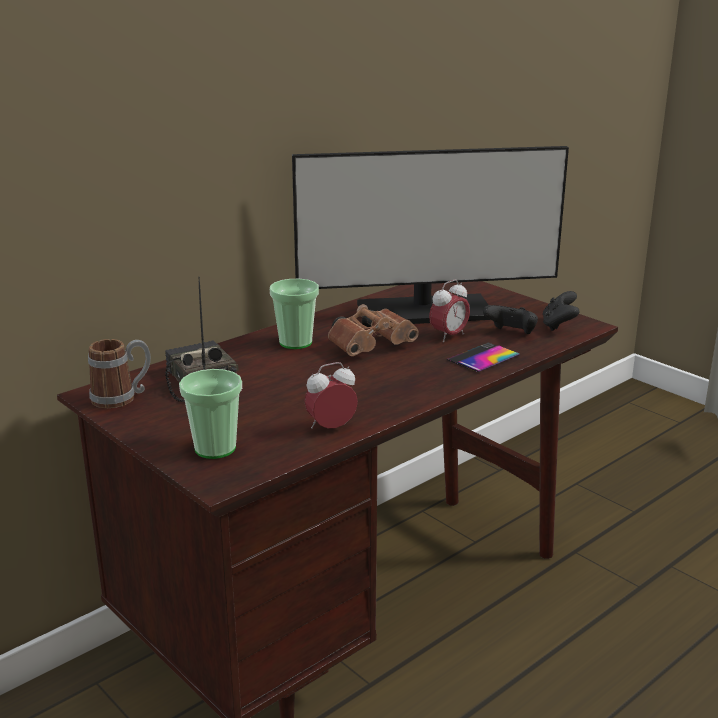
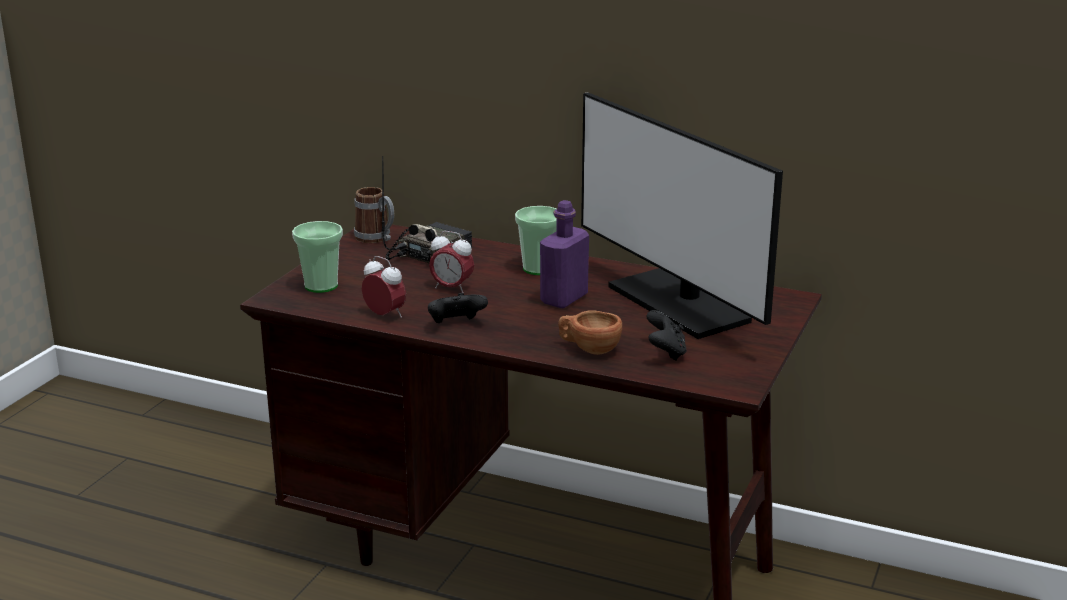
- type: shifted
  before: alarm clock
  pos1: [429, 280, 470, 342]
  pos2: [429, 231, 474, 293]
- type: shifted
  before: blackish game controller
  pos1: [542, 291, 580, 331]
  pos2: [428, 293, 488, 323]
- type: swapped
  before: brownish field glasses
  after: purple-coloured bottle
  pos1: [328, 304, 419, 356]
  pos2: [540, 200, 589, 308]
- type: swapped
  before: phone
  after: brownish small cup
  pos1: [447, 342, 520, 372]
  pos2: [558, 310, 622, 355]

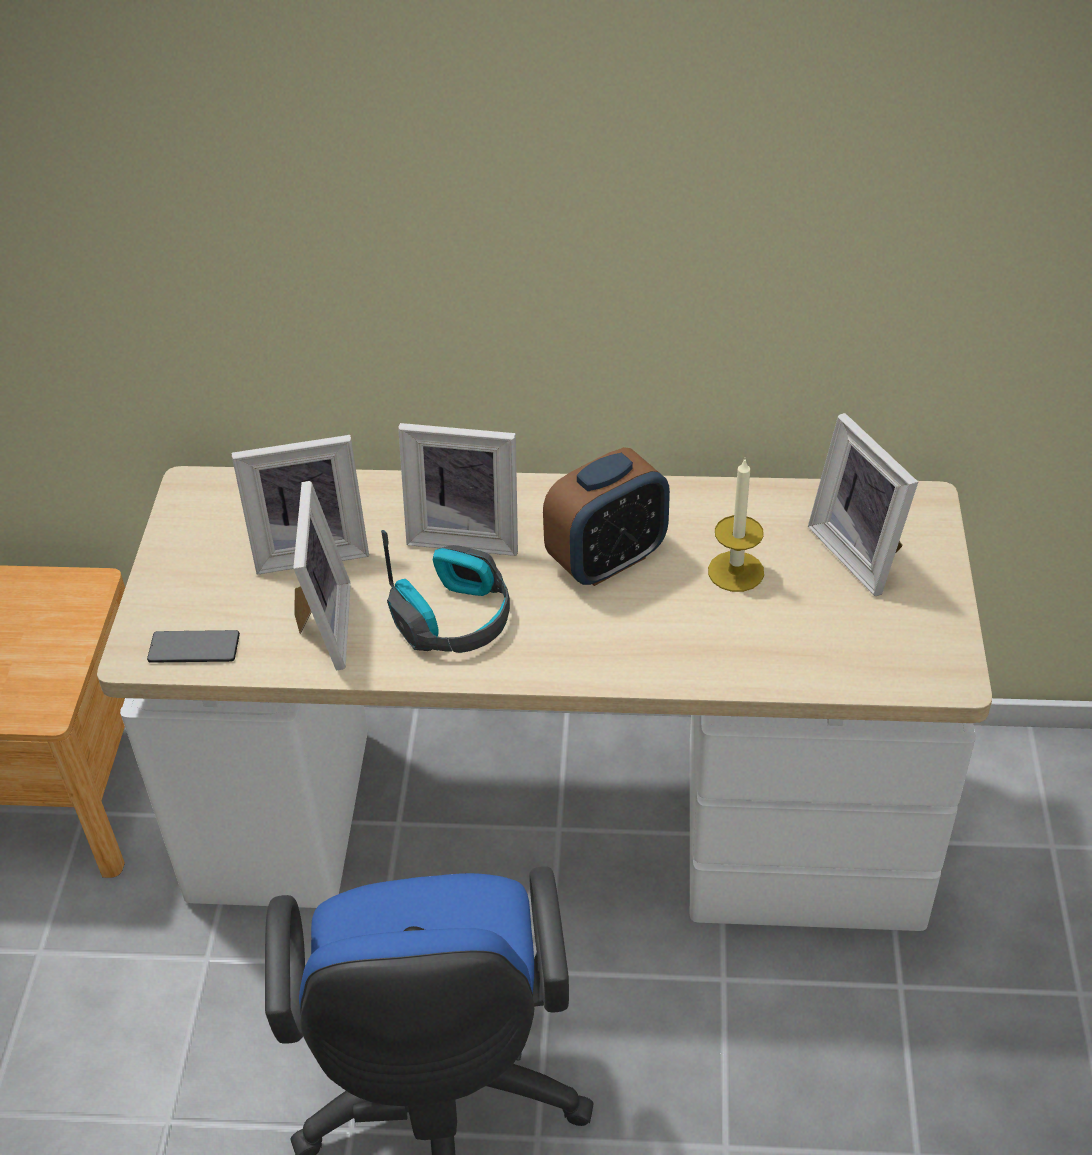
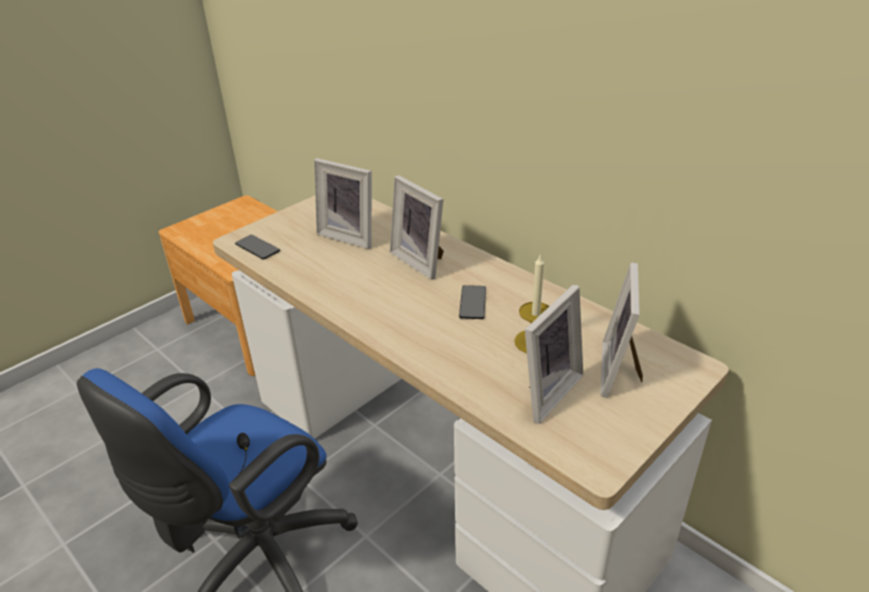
- type: swapped
  before: alarm clock
  after: phone
  pos1: [543, 447, 670, 586]
  pos2: [459, 285, 486, 319]
- type: shifted
  before: standing frame
  pos1: [293, 481, 351, 671]
  pos2: [525, 284, 583, 424]
- type: gone
  before: headset
  pos1: [381, 530, 510, 653]

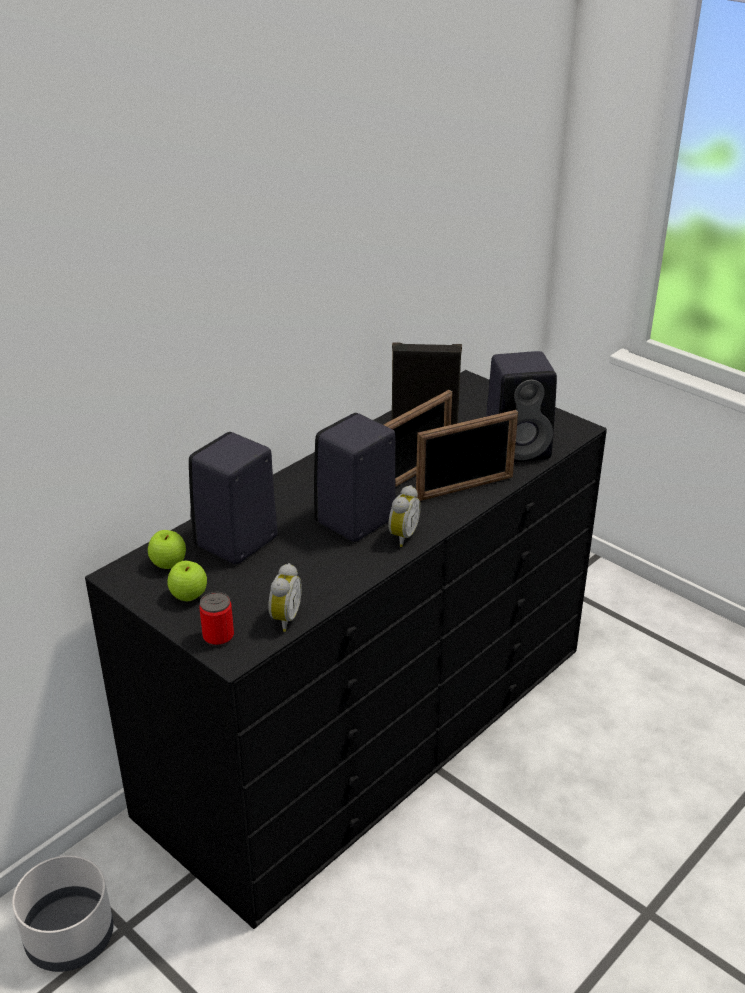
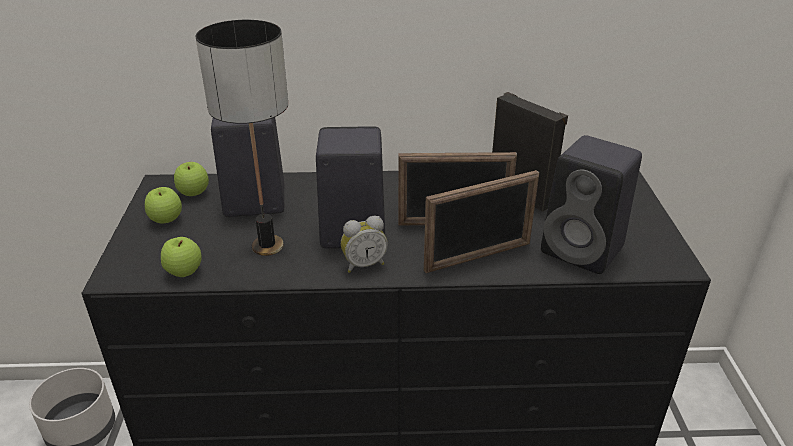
- type: rotated
  before: standing frame
  pos1: [416, 410, 518, 501]
  pos2: [424, 170, 539, 273]
  turn: -45
- type: swapped
  before: alarm clock
  after: apple
  pos1: [268, 563, 302, 632]
  pos2: [161, 237, 202, 277]
- type: gone
  before: sealed can
  pos1: [199, 592, 234, 646]
- type: new
  after: lamp for a table
  pos2: [195, 20, 288, 256]

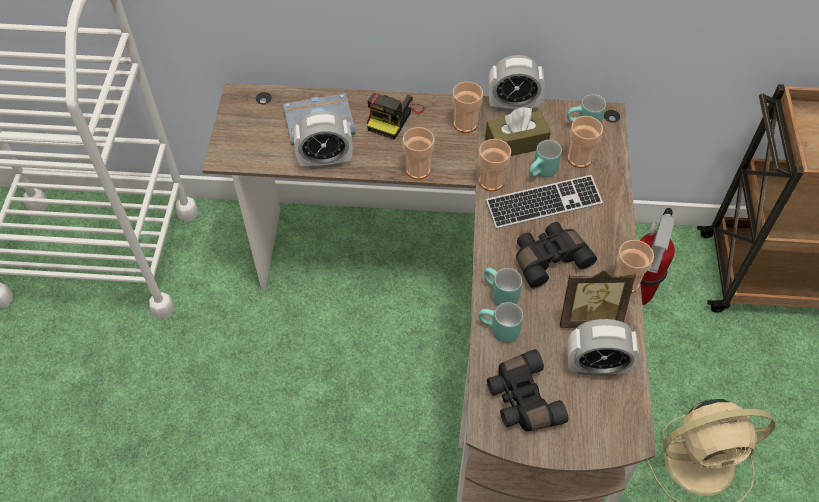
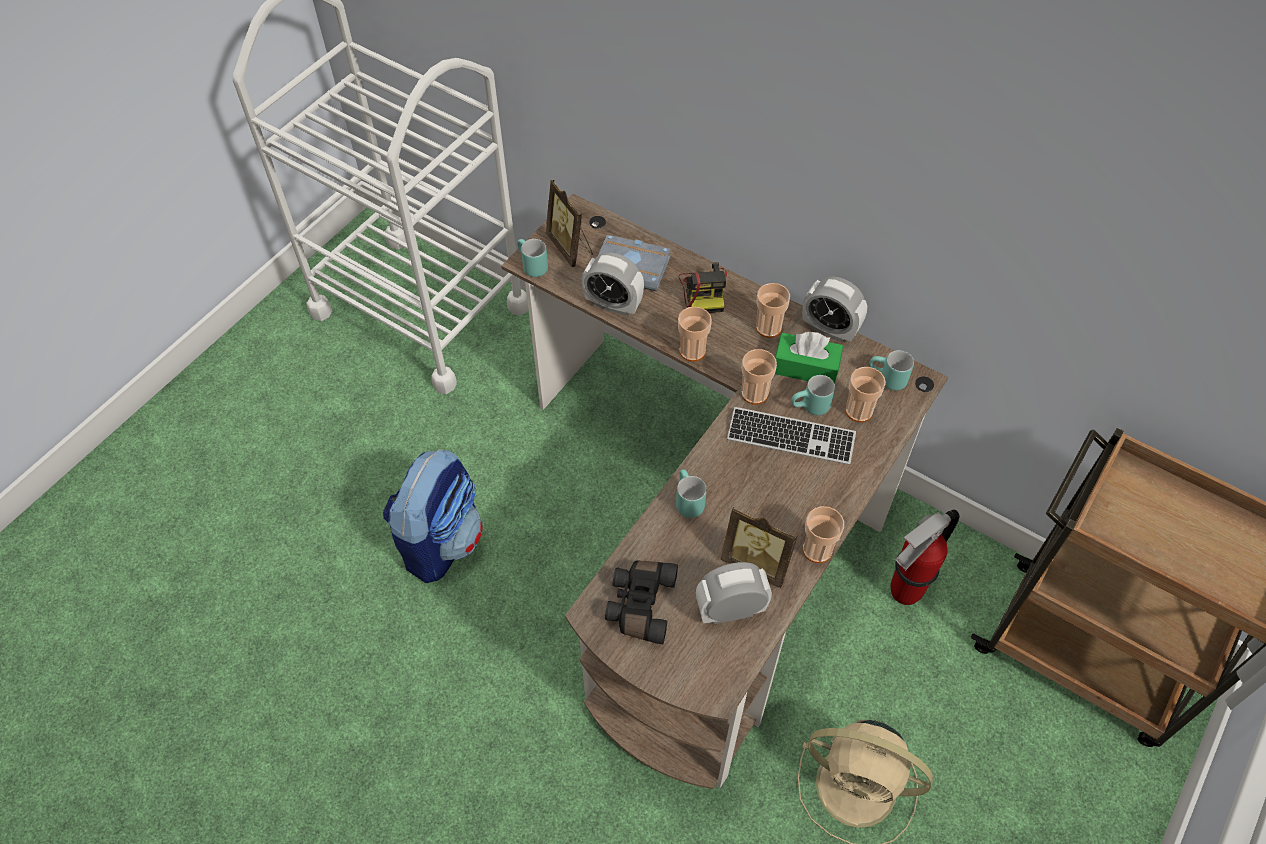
- type: rotated
  before: still camera
  pos1: [367, 93, 425, 140]
  pos2: [679, 262, 727, 313]
  turn: -60
- type: repainted
  before: brownish tissue holder
  after: greenish tissue holder
  pos1: [485, 107, 551, 156]
  pos2: [775, 332, 843, 384]
- type: gone
  before: blackish field glasses
  pos1: [516, 222, 597, 289]
- type: shifted
  before: turquoise mug
  pos1: [479, 302, 523, 343]
  pos2: [517, 239, 548, 277]
- type: rotated
  before: alarm clock
  pos1: [567, 319, 639, 376]
  pos2: [696, 562, 772, 624]
  turn: 135
- type: new
  after: standing frame
  pos2: [546, 179, 593, 267]
- type: new
  after: knapsack
  pos2: [383, 449, 483, 583]

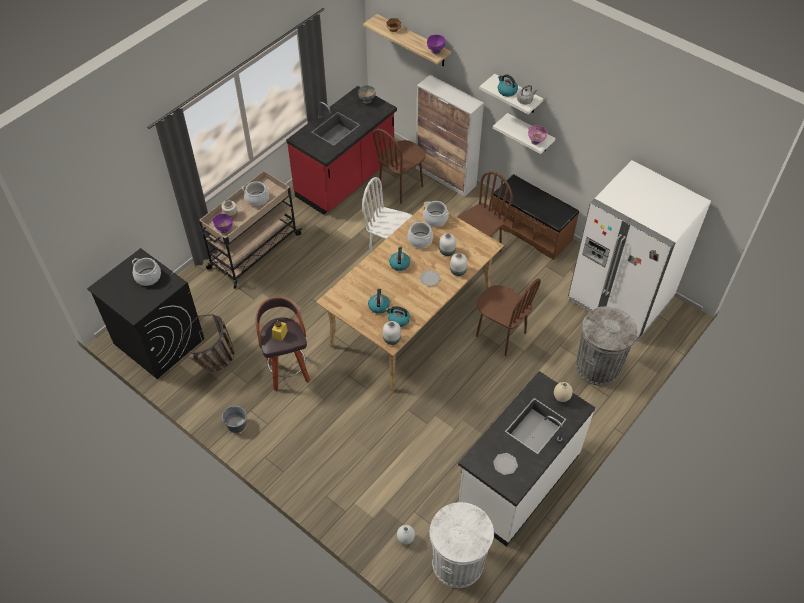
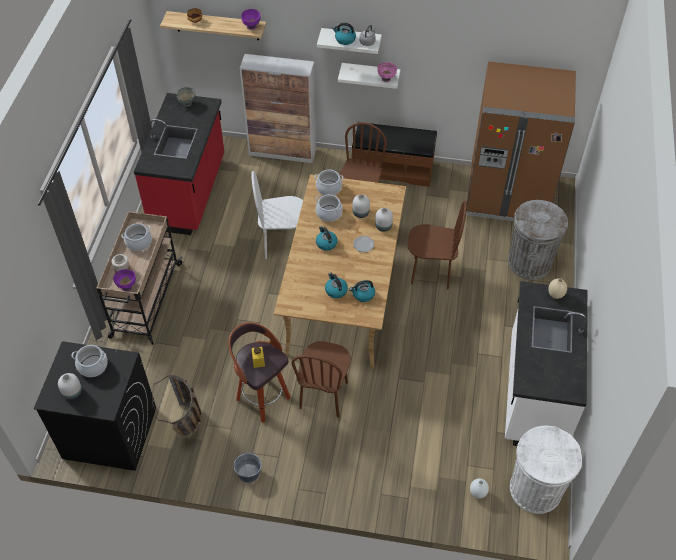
- type: shifted
  before: brownish plain chair
  pos1: [373, 129, 425, 204]
  pos2: [291, 341, 351, 418]
- type: repainted
  before: white fridge
  after: brownish fridge
  pos1: [568, 160, 711, 341]
  pos2: [466, 61, 576, 221]
- type: shifted
  before: white decorative vase
  pos1: [383, 321, 401, 345]
  pos2: [58, 373, 82, 400]
- type: gone
  before: plate
  pos1: [493, 453, 518, 475]

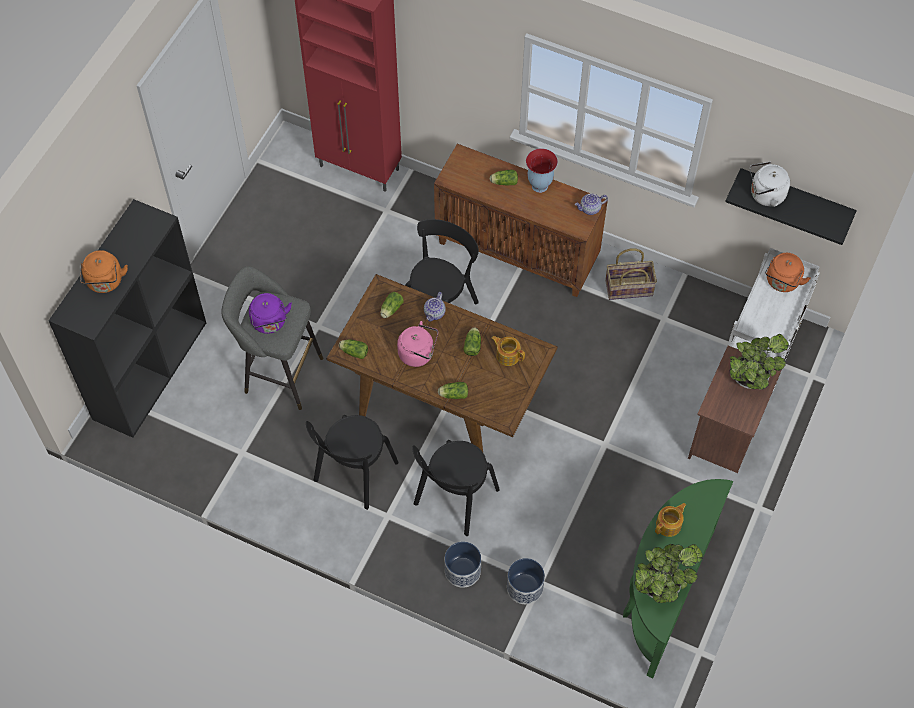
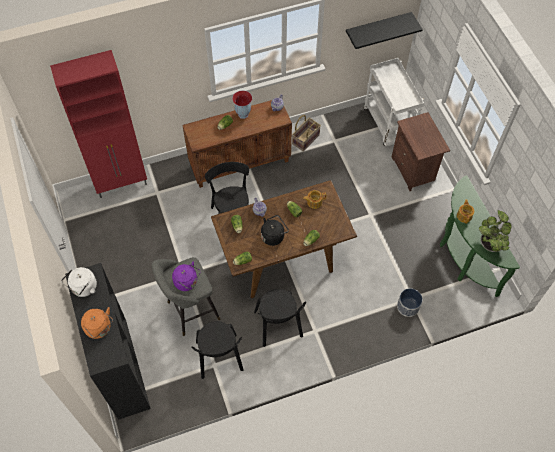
- type: shifted
  before: white kettle
  pos1: [750, 162, 790, 207]
  pos2: [61, 267, 97, 297]
- type: gone
  before: orange kettle
  pos1: [765, 253, 811, 292]
- type: repainted
  before: pink-coloured kettle
  after: blackish kettle
  pos1: [397, 321, 438, 367]
  pos2: [261, 215, 289, 246]
- type: gone
  before: potted plant
  pos1: [730, 334, 789, 389]
- type: shifted
  before: blackish plain chair
  pos1: [413, 440, 500, 536]
  pos2: [191, 321, 244, 379]
- type: gone
  before: flower pot
  pos1: [445, 542, 481, 588]

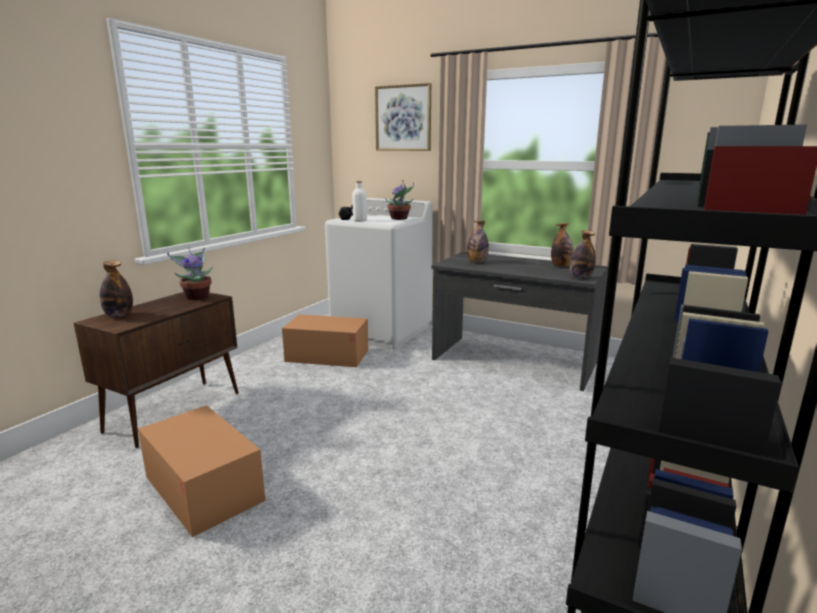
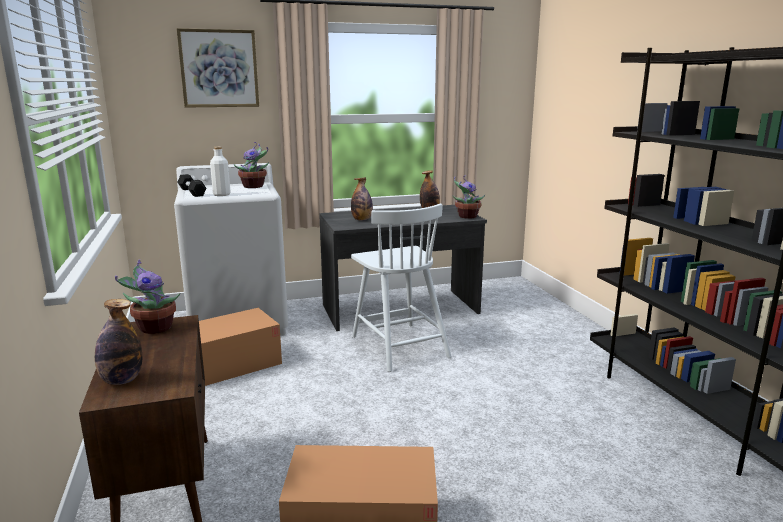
- type: swapped
  before: bottle
  after: potted plant
  pos1: [570, 230, 596, 279]
  pos2: [452, 176, 486, 219]
- type: new
  after: white plain chair
  pos2: [351, 204, 452, 372]

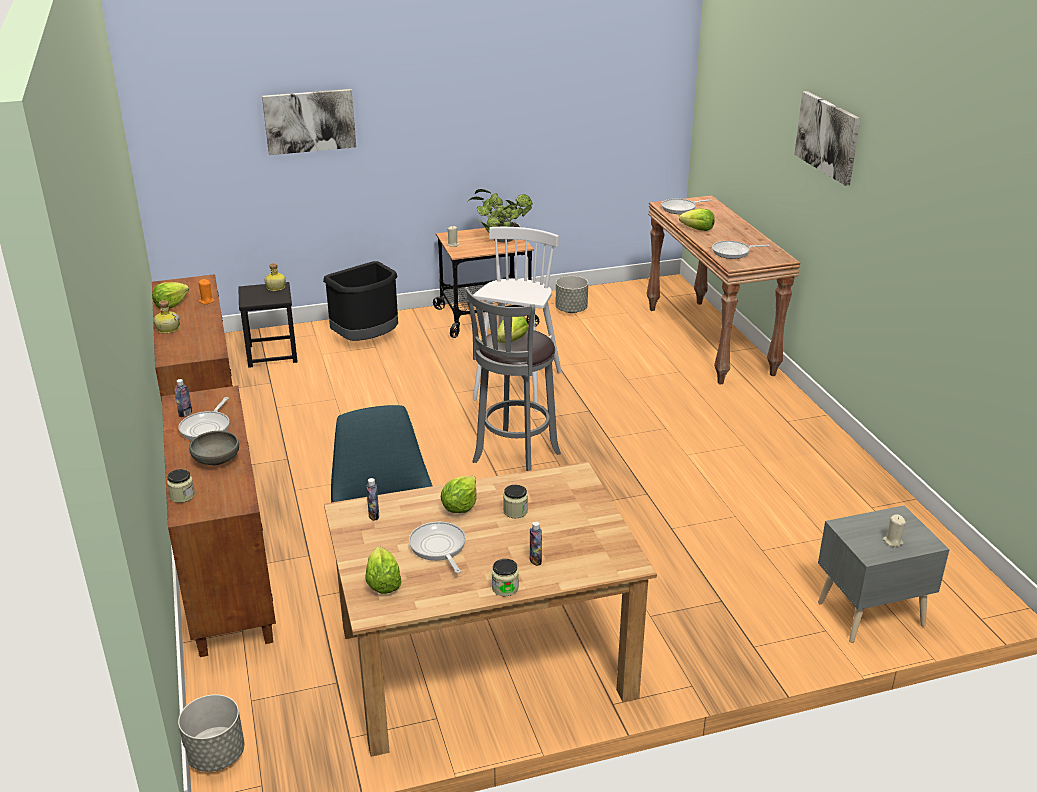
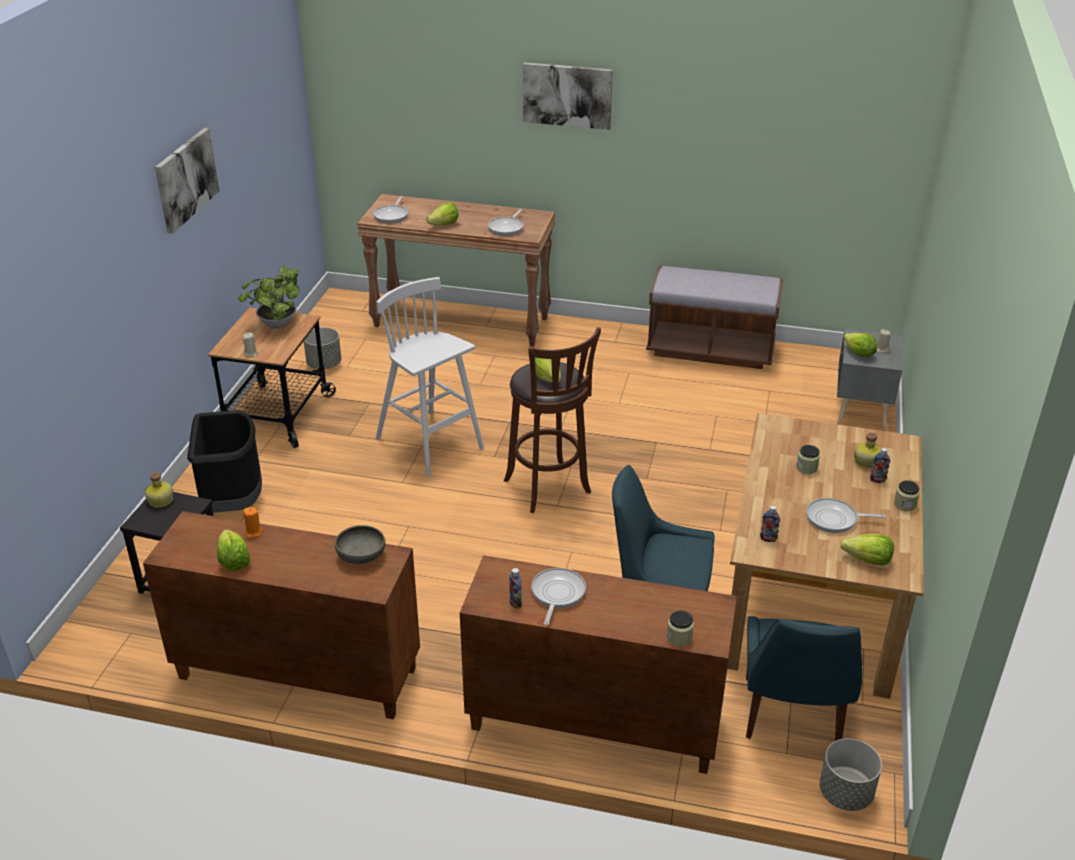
- type: shifted
  before: picture
  pos1: [262, 89, 356, 155]
  pos2: [155, 128, 219, 234]
- type: repainted
  before: grey sitting stool
  after: brownish sitting stool
  pos1: [464, 287, 561, 471]
  pos2: [504, 327, 601, 513]
- type: shifted
  before: bottle
  pos1: [154, 300, 180, 334]
  pos2: [854, 433, 881, 469]
- type: rotated
  before: pan
  pos1: [179, 397, 229, 440]
  pos2: [531, 568, 586, 625]
  turn: -120
- type: shifted
  before: grey serving bowl
  pos1: [189, 431, 239, 465]
  pos2: [335, 525, 385, 564]
- type: shifted
  before: head of lettuce
  pos1: [441, 476, 477, 513]
  pos2: [844, 333, 877, 357]
- type: new
  after: brownish long seat
  pos2: [646, 265, 783, 369]
- type: new
  after: bluish plain chair
  pos2: [746, 616, 863, 741]

